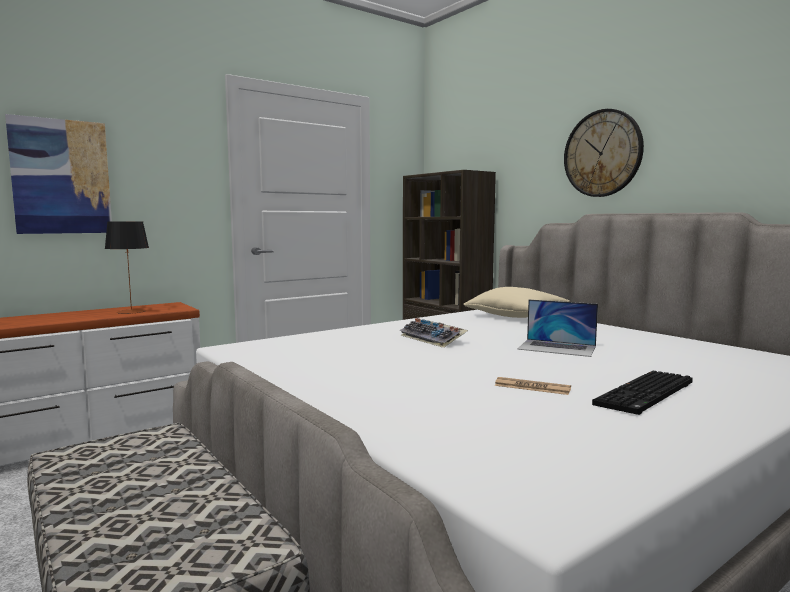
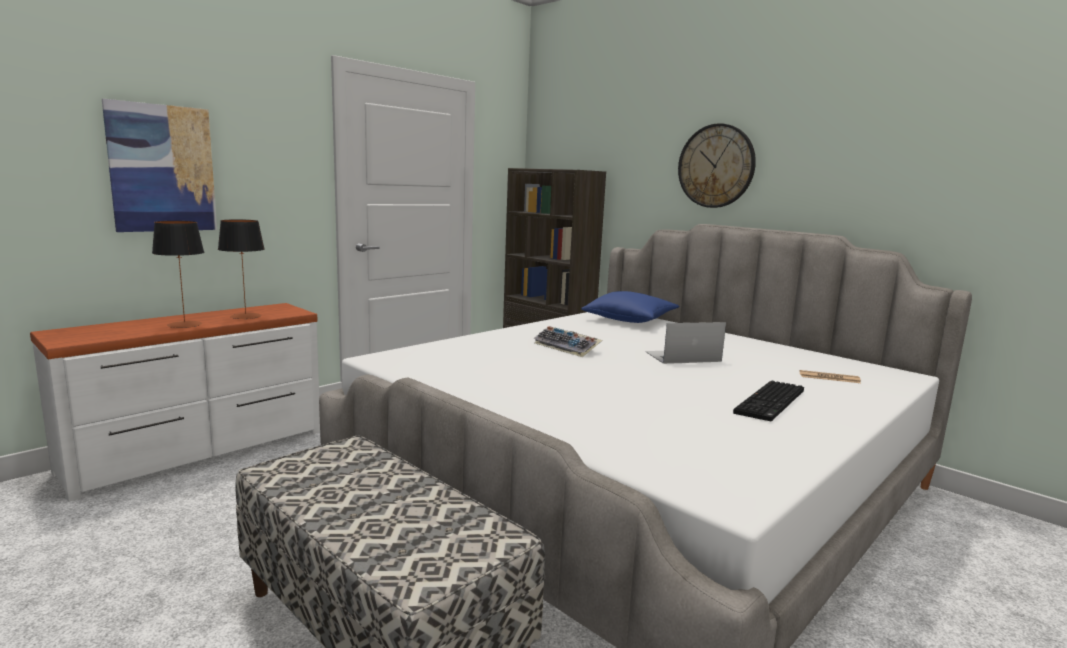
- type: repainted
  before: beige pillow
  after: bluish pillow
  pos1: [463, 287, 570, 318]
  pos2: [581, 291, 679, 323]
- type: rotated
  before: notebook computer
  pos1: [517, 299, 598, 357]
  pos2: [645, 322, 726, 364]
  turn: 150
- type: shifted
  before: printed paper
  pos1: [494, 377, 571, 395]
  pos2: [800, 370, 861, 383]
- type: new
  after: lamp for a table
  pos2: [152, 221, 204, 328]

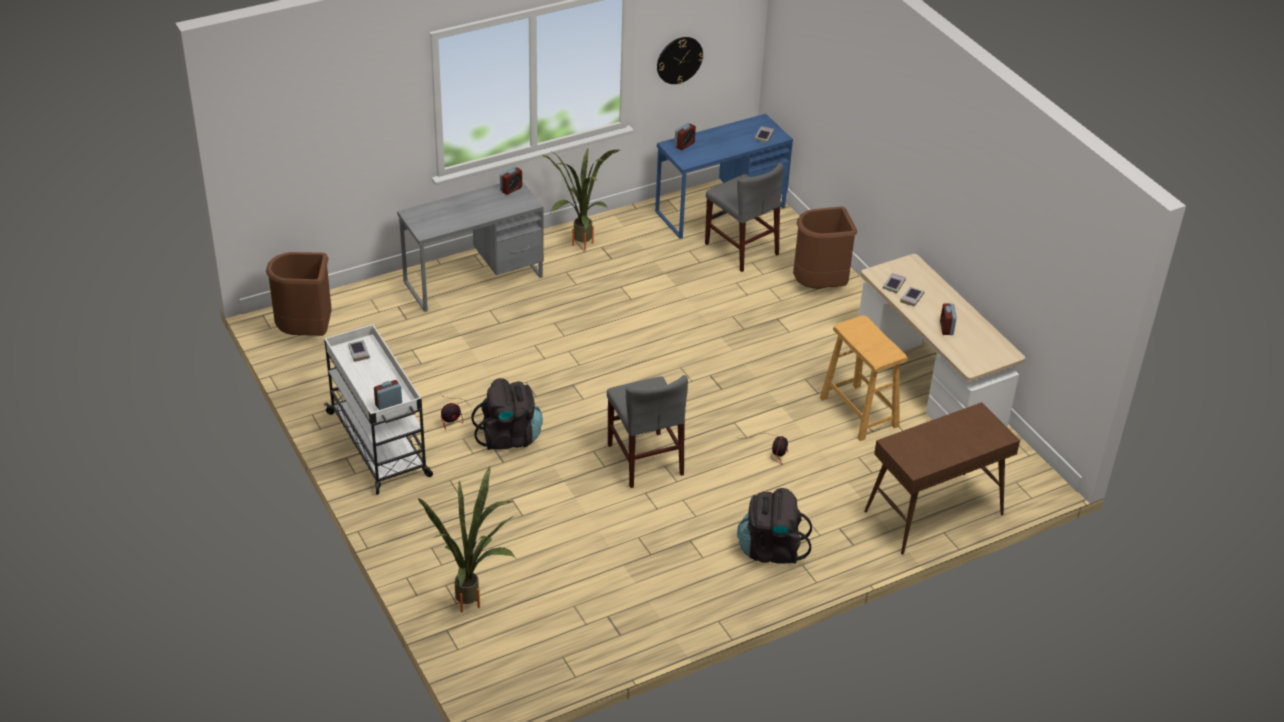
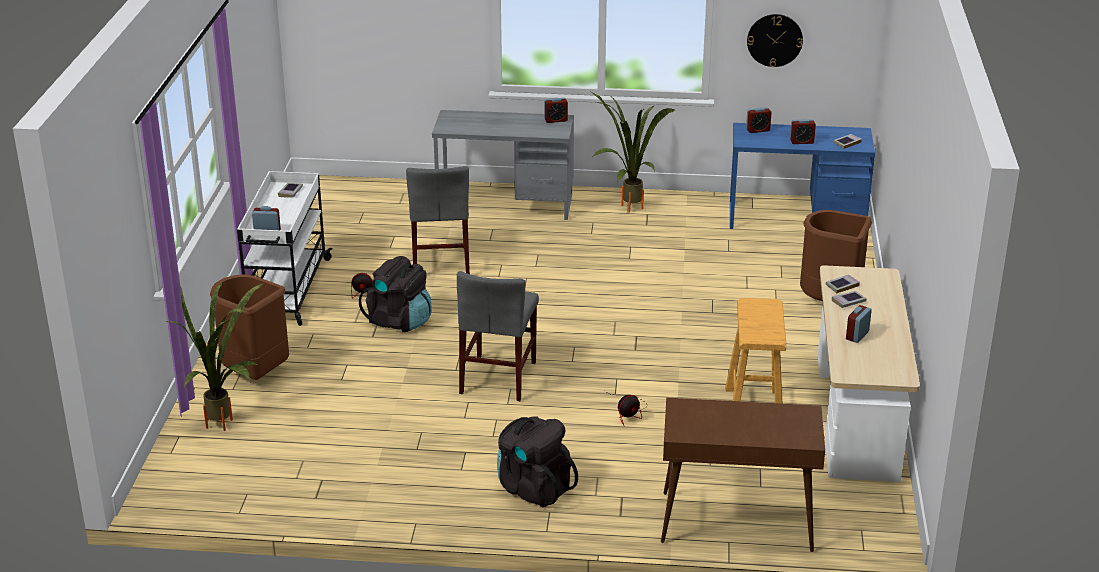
- type: shifted
  before: grey plain chair
  pos1: [705, 163, 784, 272]
  pos2: [406, 166, 470, 274]
- type: shifted
  before: brownish rubbish bin
  pos1: [266, 252, 332, 336]
  pos2: [210, 275, 289, 380]
- type: new
  after: alarm clock
  pos2: [790, 119, 816, 144]

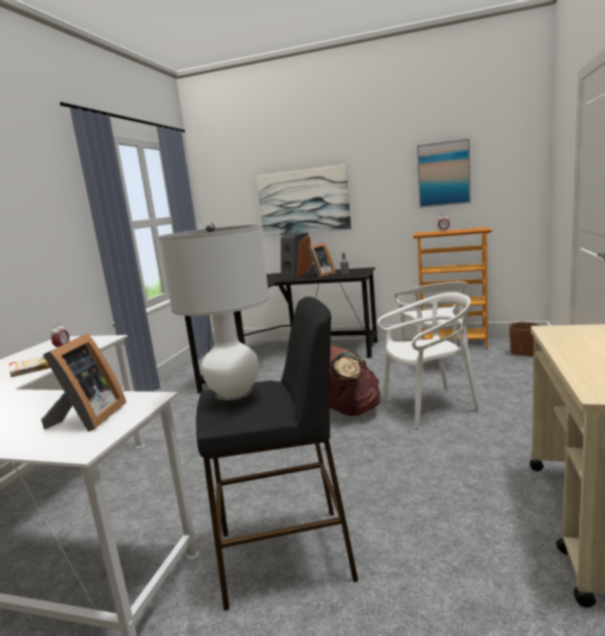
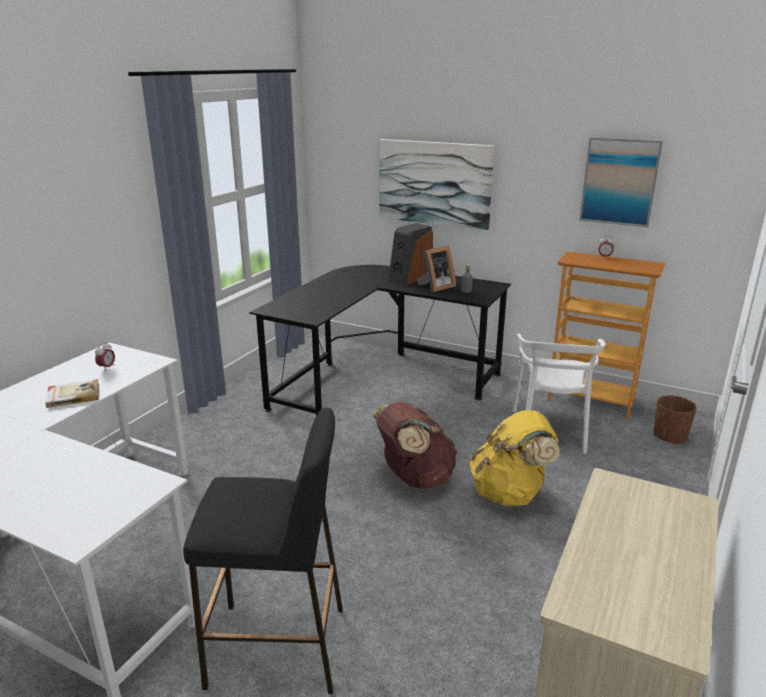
- type: gone
  before: white lamp for a table
  pos1: [159, 223, 270, 407]
- type: swapped
  before: white plain chair
  after: yellow knapsack
  pos1: [377, 292, 480, 429]
  pos2: [469, 410, 560, 506]
- type: gone
  before: standing frame
  pos1: [41, 333, 126, 432]

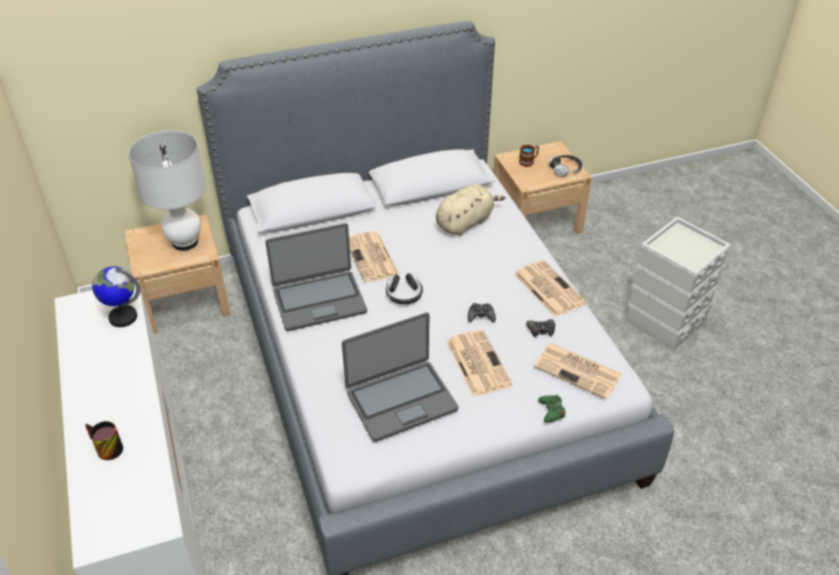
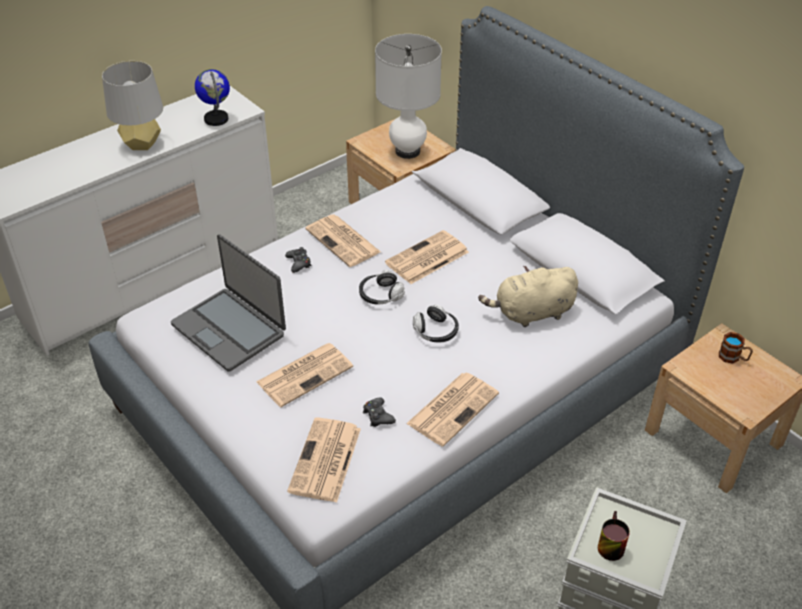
- type: shifted
  before: headset
  pos1: [549, 155, 582, 177]
  pos2: [413, 305, 459, 342]
- type: rotated
  before: beige soft toy
  pos1: [436, 184, 505, 236]
  pos2: [478, 266, 578, 327]
  turn: 135
- type: swapped
  before: notebook computer
  after: printed paper
  pos1: [265, 223, 367, 331]
  pos2: [305, 215, 381, 267]
- type: shifted
  before: blackish game controller
  pos1: [468, 303, 496, 322]
  pos2: [285, 247, 312, 273]
- type: gone
  before: greenish game controller
  pos1: [538, 395, 565, 423]
- type: shifted
  before: mug
  pos1: [85, 421, 123, 460]
  pos2: [598, 511, 630, 561]
- type: new
  after: grey lamp for a table
  pos2: [102, 61, 163, 150]

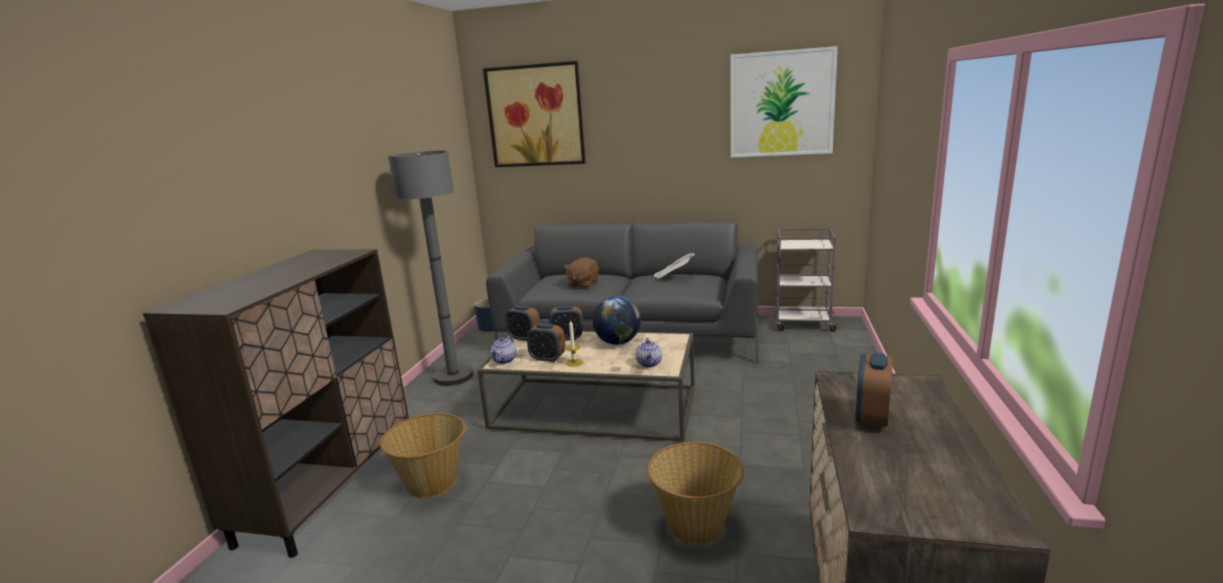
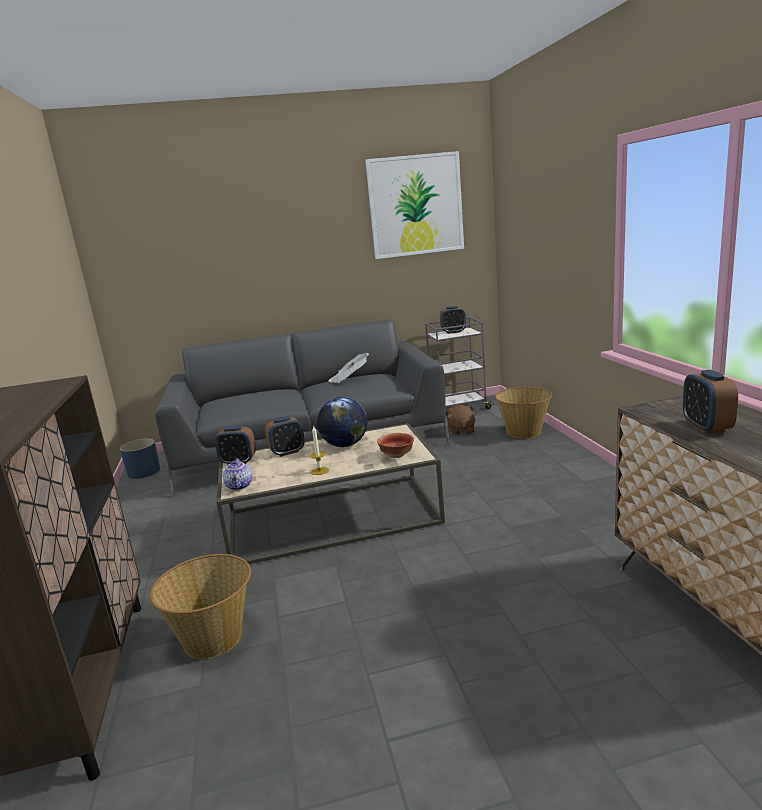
- type: gone
  before: picture
  pos1: [483, 61, 585, 167]
- type: gone
  before: grey standard lamp
  pos1: [388, 151, 473, 386]
- type: shifted
  before: brownish soft toy
  pos1: [564, 257, 599, 288]
  pos2: [447, 405, 476, 435]
- type: shifted
  before: alarm clock
  pos1: [527, 323, 566, 362]
  pos2: [440, 306, 466, 334]
- type: swapped
  before: tea pot
  after: serving bowl
  pos1: [636, 338, 662, 368]
  pos2: [377, 433, 414, 458]
- type: shifted
  before: storage basket
  pos1: [647, 442, 744, 544]
  pos2: [495, 387, 552, 439]

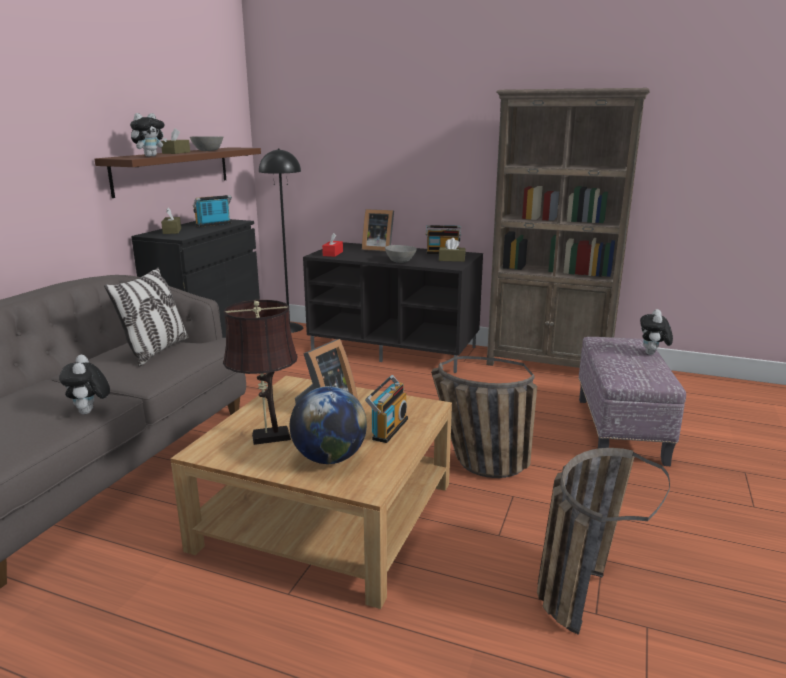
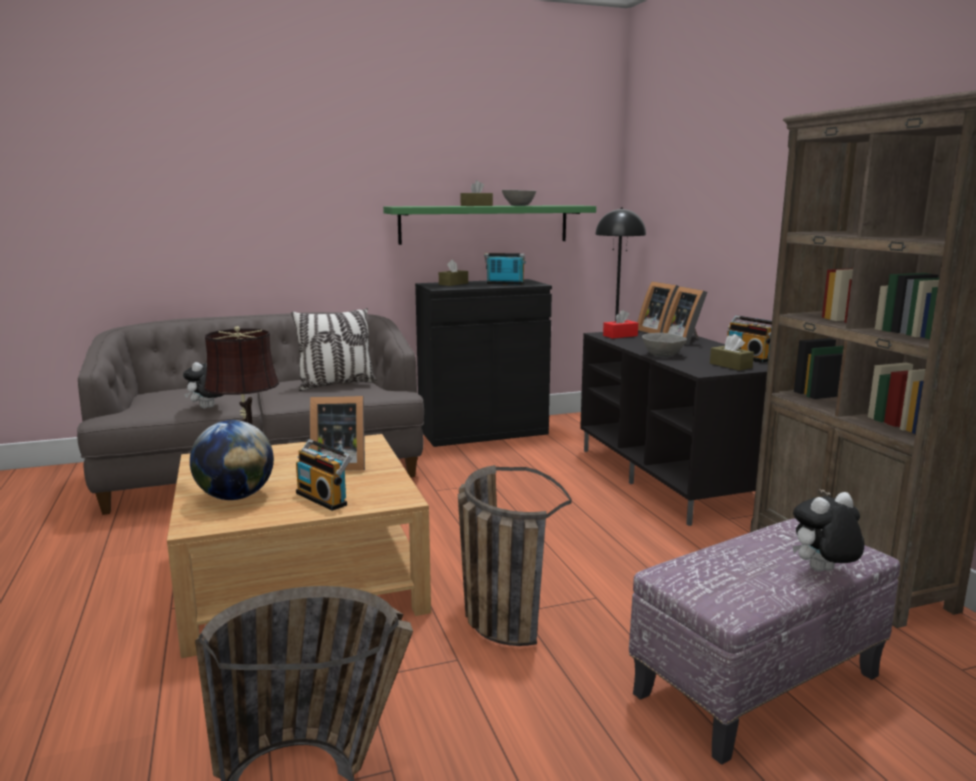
- type: gone
  before: soft toy
  pos1: [130, 113, 167, 157]
- type: repainted
  before: brownish wall shelf
  after: greenish wall shelf
  pos1: [94, 147, 261, 198]
  pos2: [383, 205, 596, 245]
- type: rotated
  before: radio receiver
  pos1: [365, 375, 408, 443]
  pos2: [296, 439, 352, 511]
  turn: 60
- type: new
  after: standing frame
  pos2: [638, 281, 679, 333]

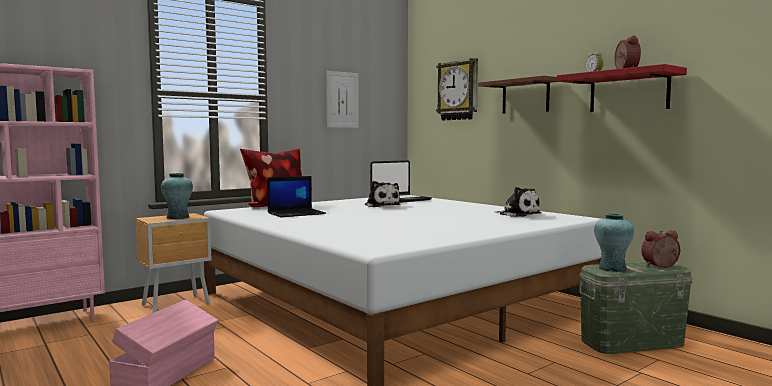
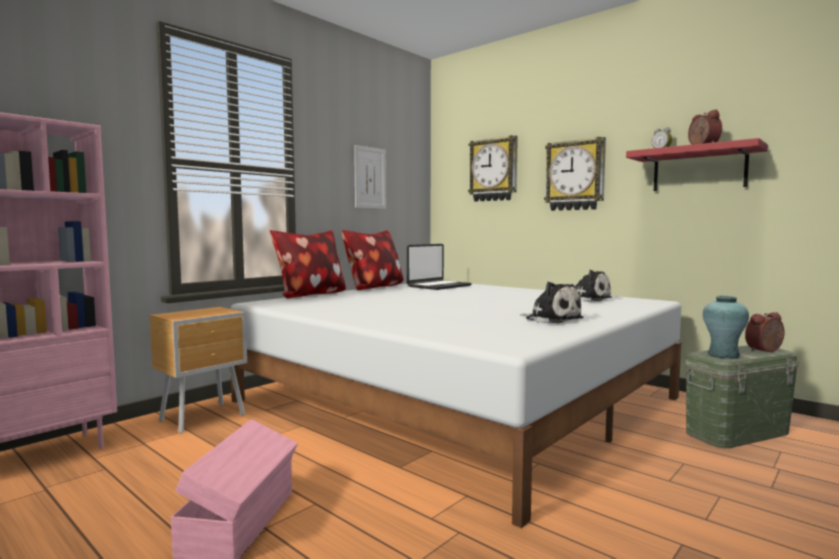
- type: swapped
  before: wall shelf
  after: clock on the wall
  pos1: [478, 75, 557, 114]
  pos2: [544, 137, 606, 211]
- type: gone
  before: turquoise decorative vase
  pos1: [161, 173, 193, 219]
- type: gone
  before: notebook computer
  pos1: [267, 176, 326, 217]
- type: shifted
  before: soft toy
  pos1: [365, 181, 400, 207]
  pos2: [520, 282, 583, 324]
- type: new
  after: pillow
  pos2: [342, 230, 404, 290]

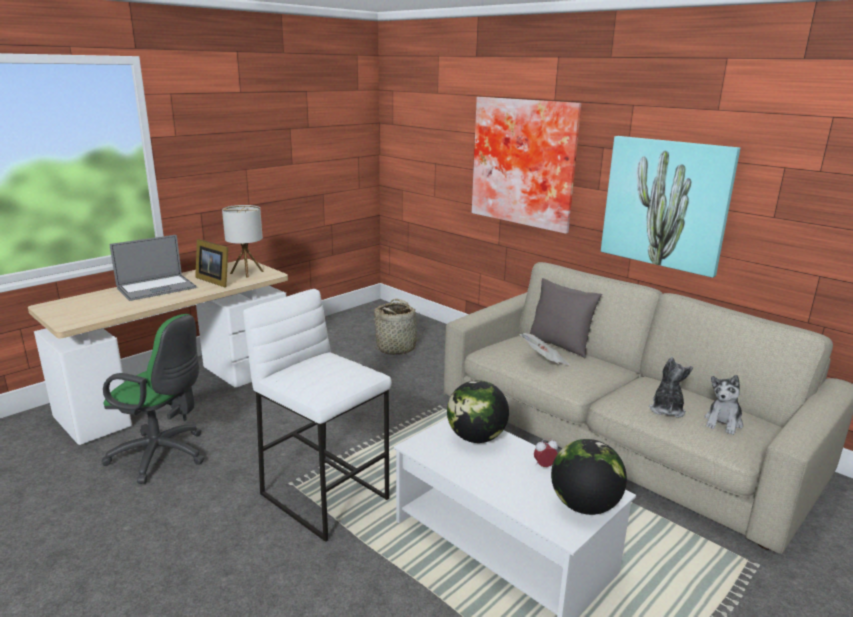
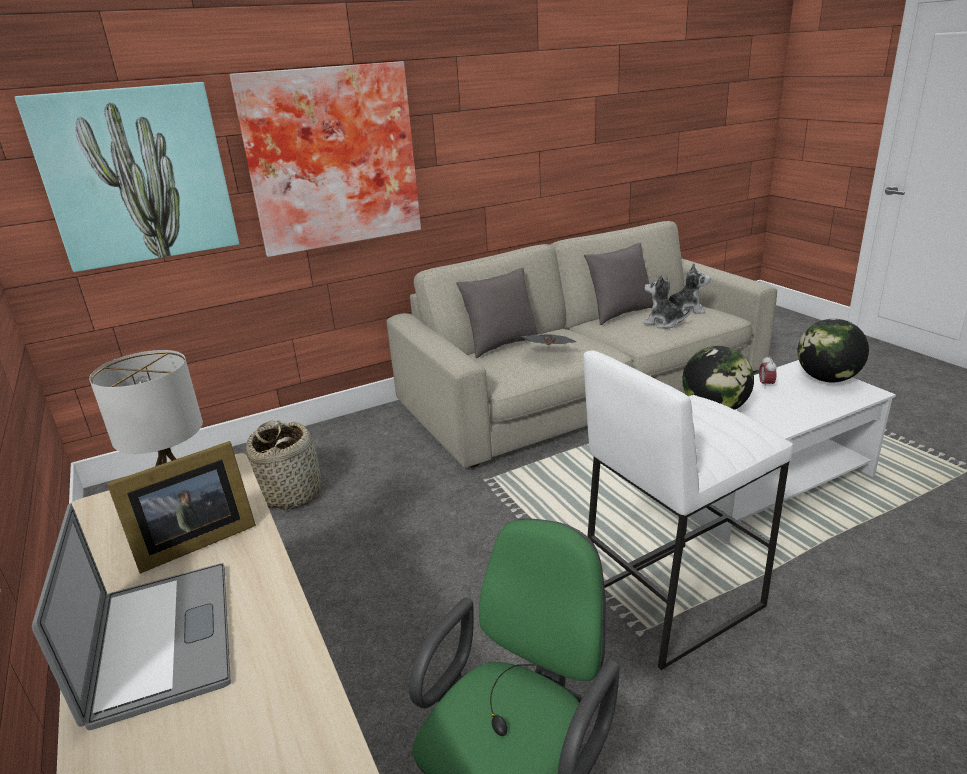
- type: shifted
  before: picture
  pos1: [601, 136, 740, 278]
  pos2: [14, 82, 239, 272]
- type: rotated
  before: soft toy
  pos1: [704, 375, 743, 435]
  pos2: [669, 263, 711, 315]
  turn: -45
- type: new
  after: grey pillow
  pos2: [584, 243, 653, 325]

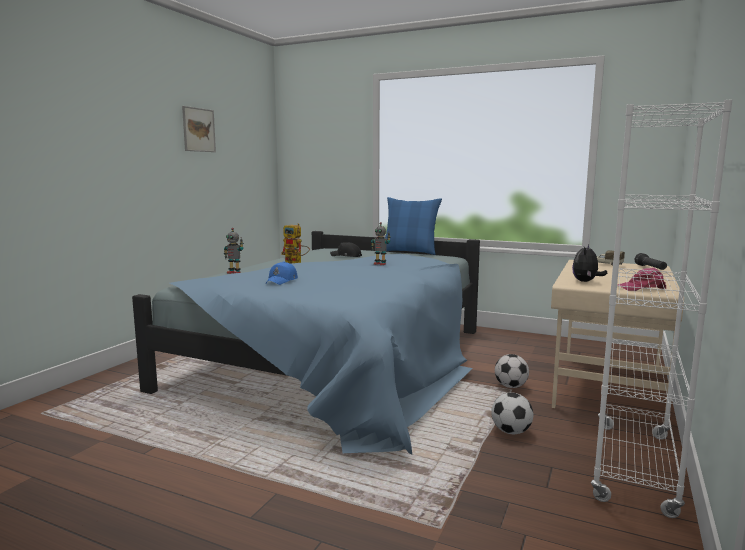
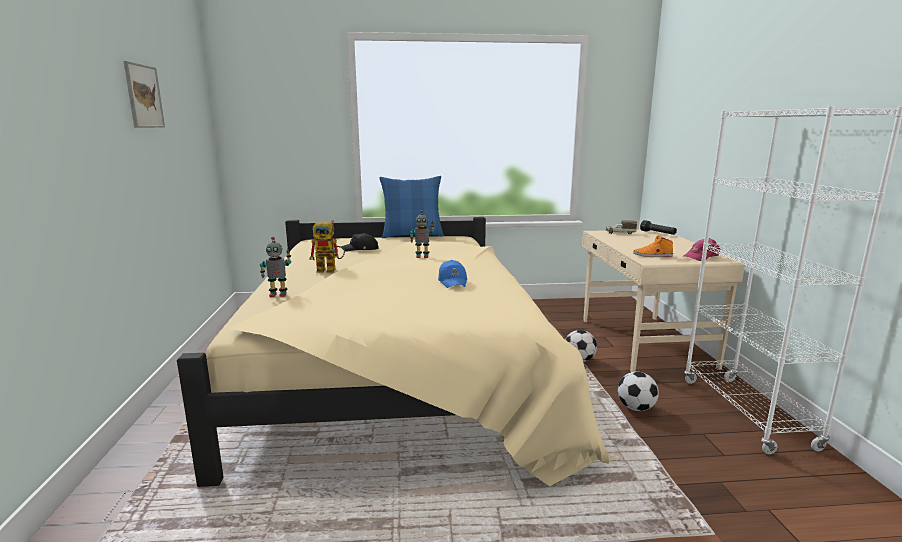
- type: repainted
  before: bluish bedroom bed
  after: beige bedroom bed
  pos1: [132, 231, 480, 454]
  pos2: [177, 217, 609, 487]
- type: swapped
  before: soft toy
  after: orange shoe
  pos1: [572, 244, 607, 282]
  pos2: [633, 235, 673, 257]
- type: shifted
  before: bluish baseball cap
  pos1: [266, 261, 298, 285]
  pos2: [438, 260, 467, 288]

